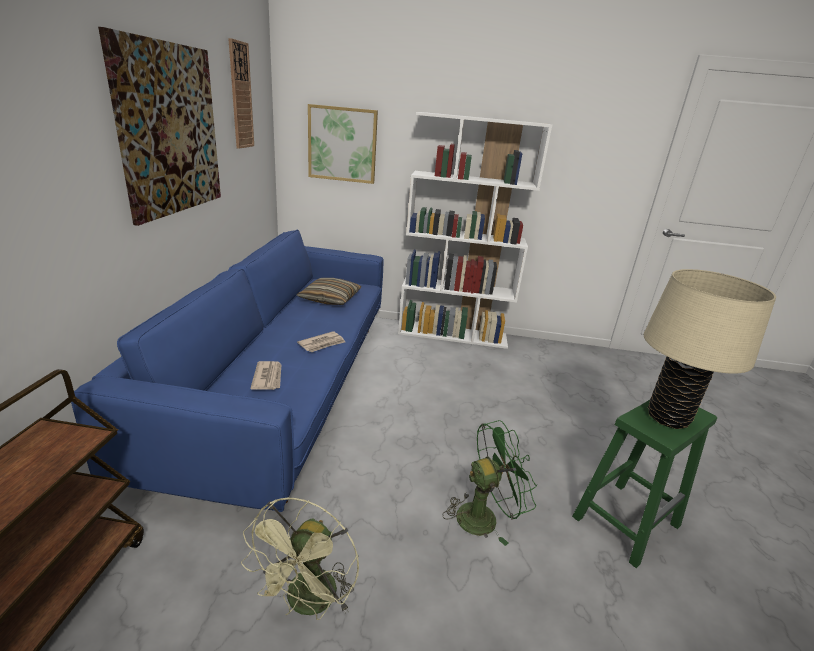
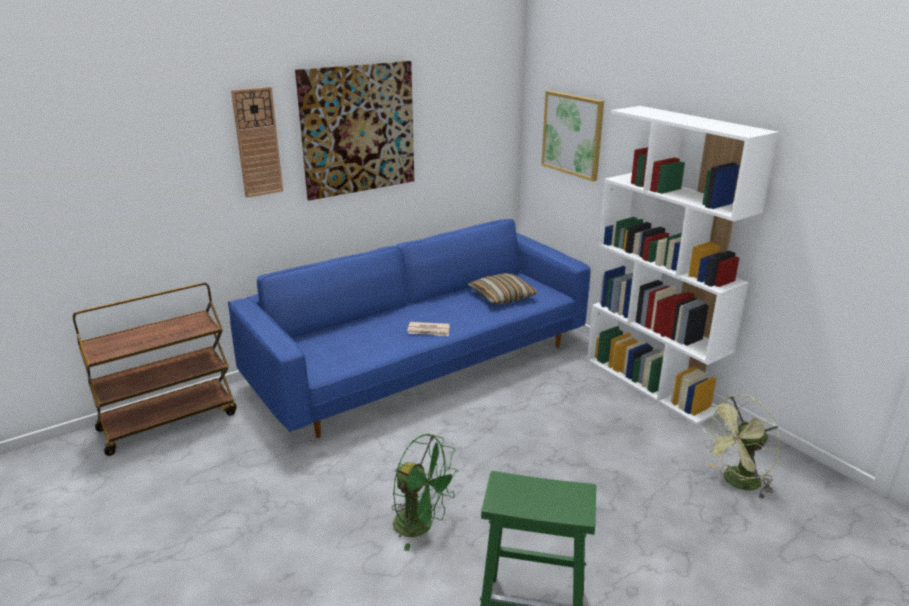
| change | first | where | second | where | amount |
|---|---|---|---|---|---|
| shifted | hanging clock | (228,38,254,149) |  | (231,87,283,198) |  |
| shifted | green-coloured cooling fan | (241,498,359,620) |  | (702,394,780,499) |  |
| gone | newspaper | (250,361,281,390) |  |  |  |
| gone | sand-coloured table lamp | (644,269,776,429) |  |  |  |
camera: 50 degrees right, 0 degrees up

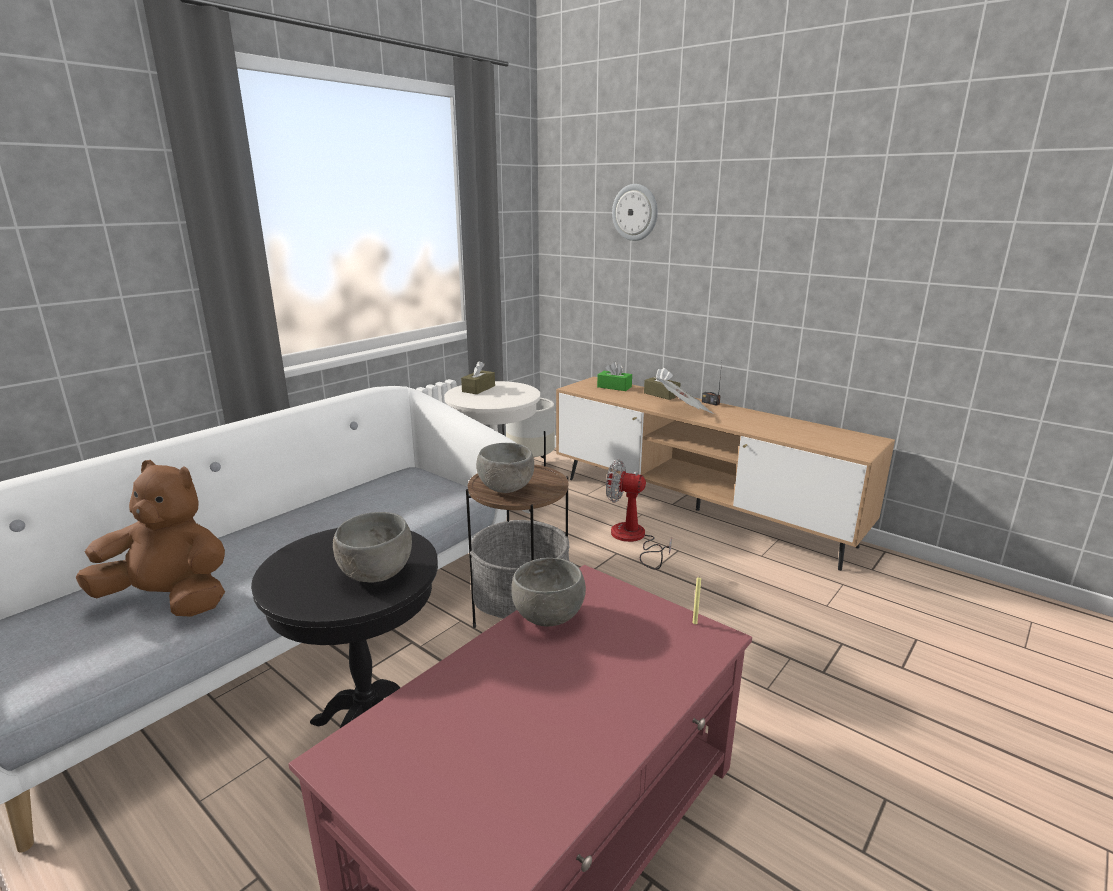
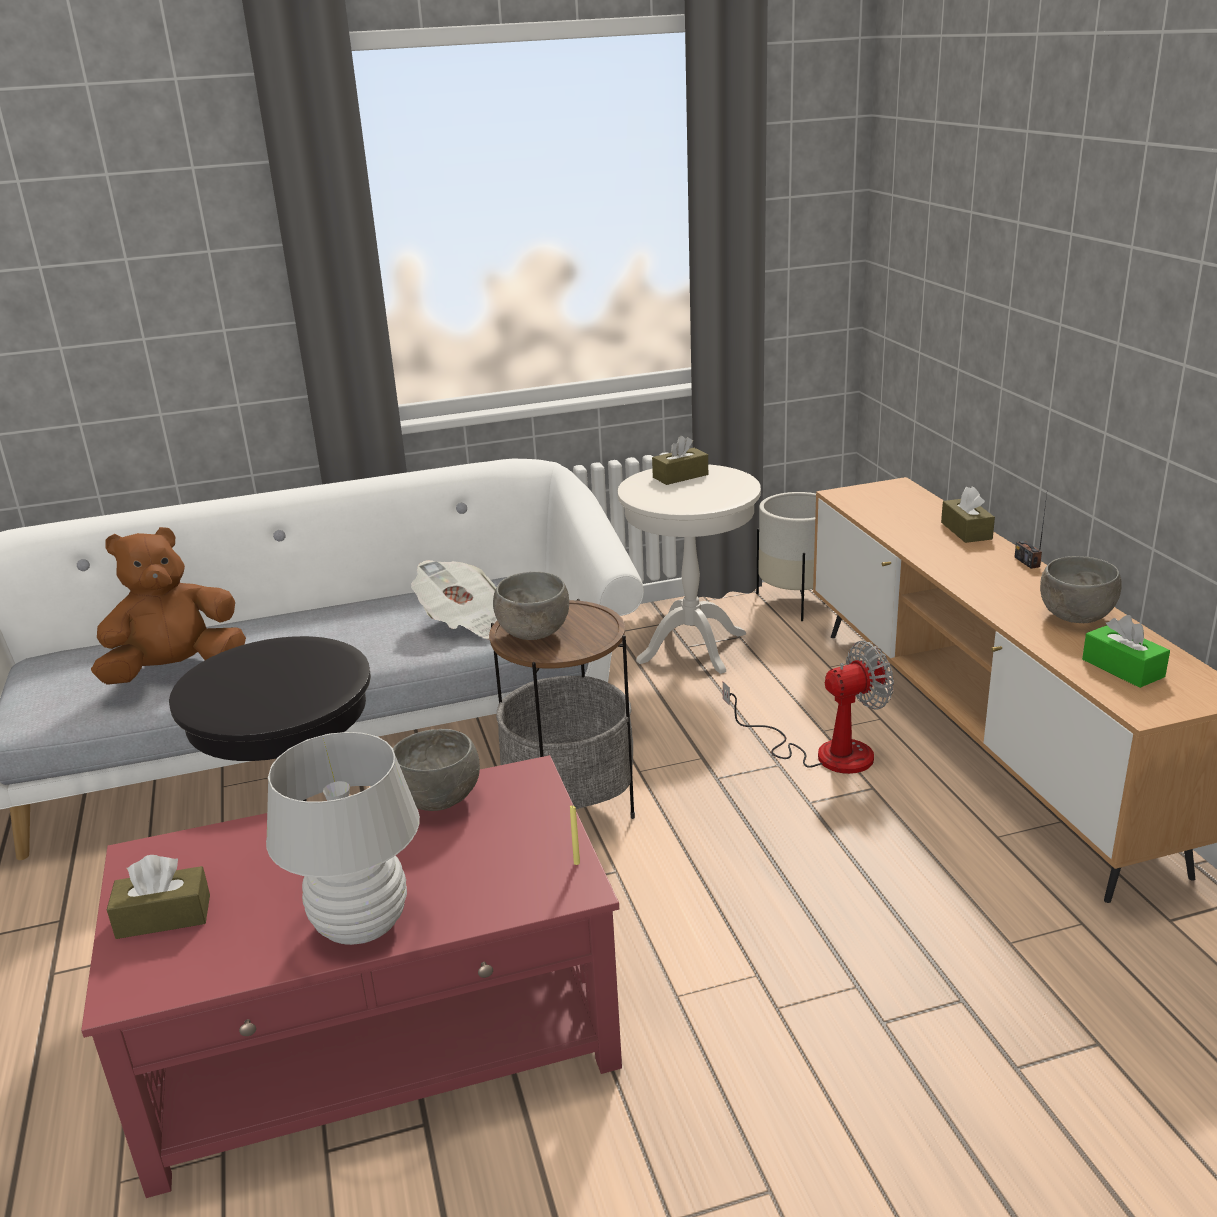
| change | first | where | second | where | amount |
|---|---|---|---|---|---|
| rotated | brownish cuddly toy | (76,460,225,617) |  | (91,527,246,685) | 75 degrees counterclockwise |
| new |  |  | brownish tissue box | (107,855,210,939) |  |
| new |  |  | white-coloured table lamp | (266,732,420,945) |  |
| shifted | newspaper | (654,377,715,414) |  | (411,560,497,639) |  |
| rotated | cooling fan | (606,460,672,570) |  | (723,641,894,774) | 105 degrees clockwise |
| shifted | greyish bowl | (333,512,412,583) |  | (1040,556,1121,623) |  |
| shifted | green-coloured tissue box | (597,362,632,391) |  | (1082,615,1170,688) |  |
| gone | hanging clock | (612,184,658,241) |  |  |  |
camera: 35 degrees right, 5 degrees up

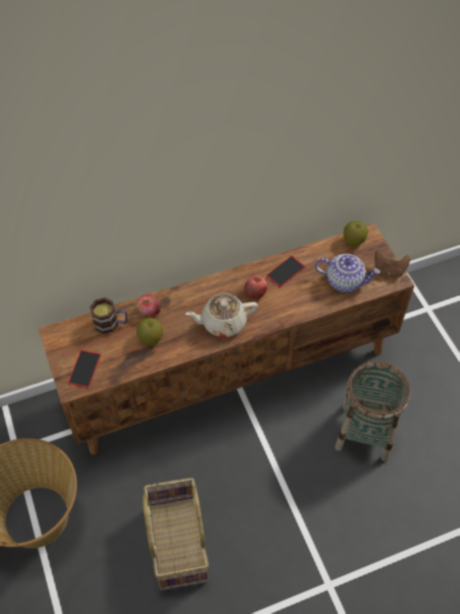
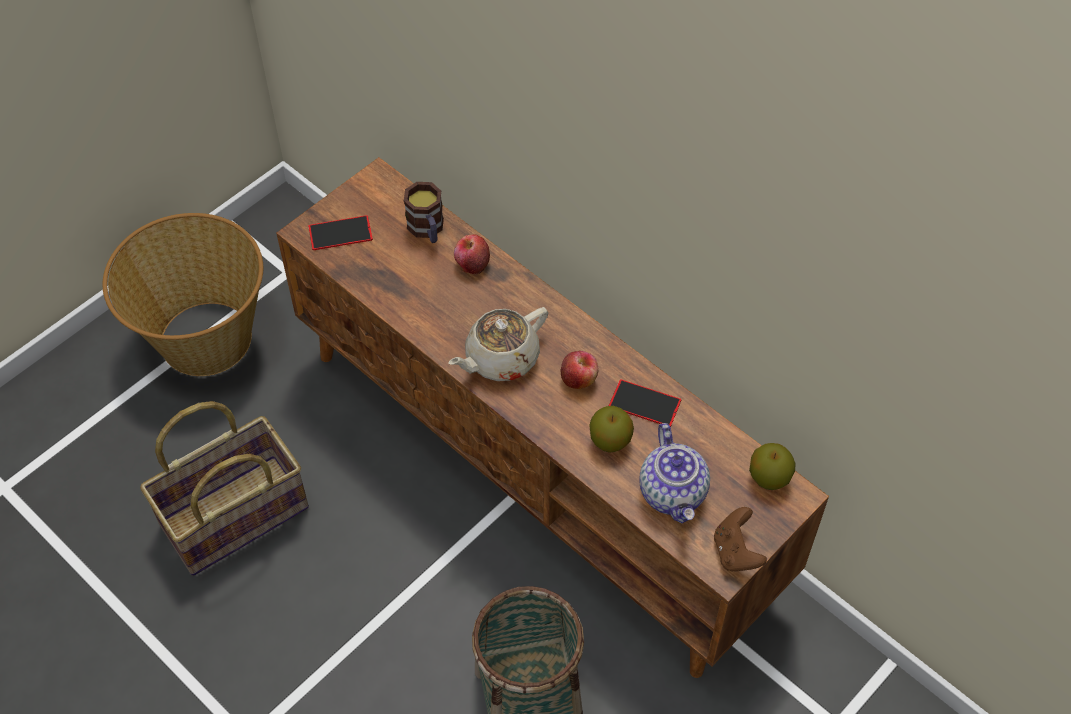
| change | first | where | second | where | amount |
|---|---|---|---|---|---|
| rotated | sand-coloured tea pot | (185,293,258,337) |  | (449,307,548,381) | 90 degrees counterclockwise |
| shifted | apple fruit | (136,318,163,345) |  | (589,406,634,453) |  |
camera: 65 degrees right, 0 degrees up

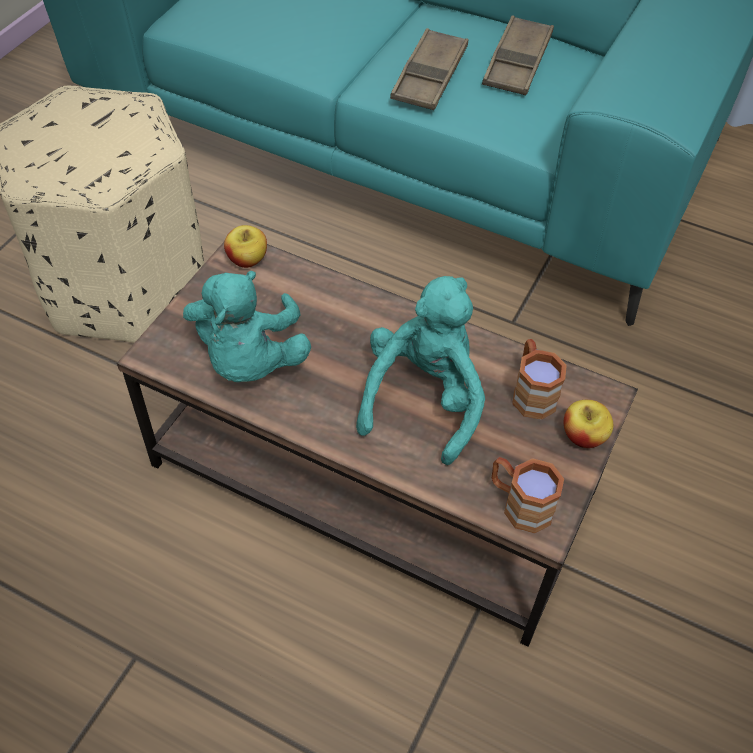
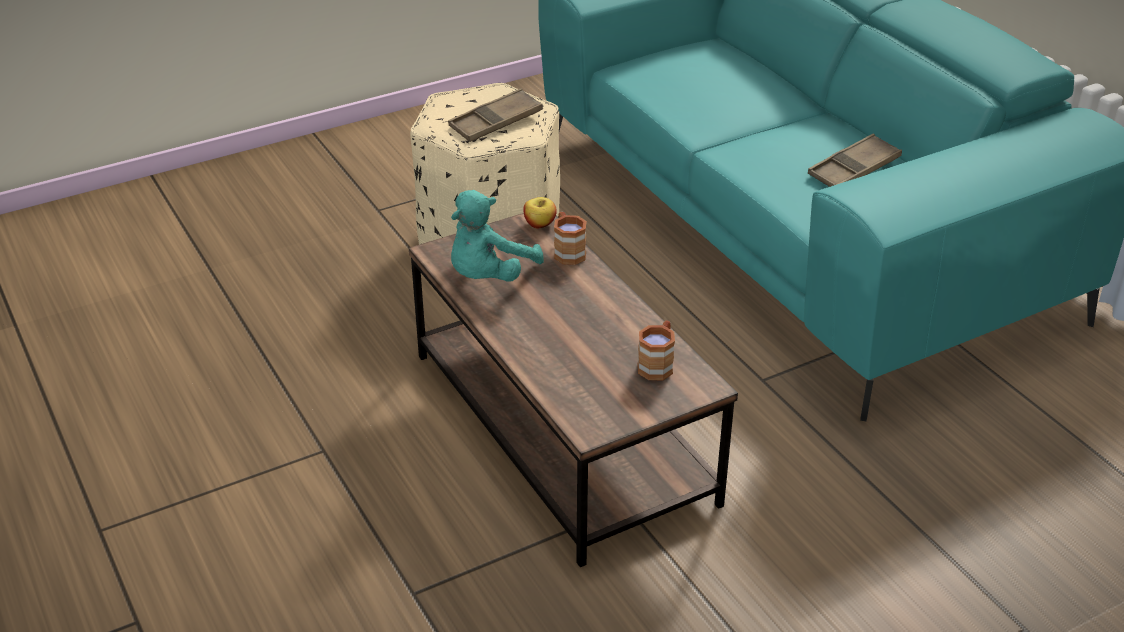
| change | first | where | second | where | amount |
|---|---|---|---|---|---|
| shifted | brownish carrying tray | (390,28,469,110) |  | (448,88,543,142) |  |
| shifted | brownish mug | (492,457,564,533) |  | (554,212,587,265) |  |
| gone | turquoise cuddly toy | (356,276,485,465) |  |  |  |
| gone | apple fruit | (564,400,613,448) |  |  |  |
camera: 35 degrees right, 15 degrees down

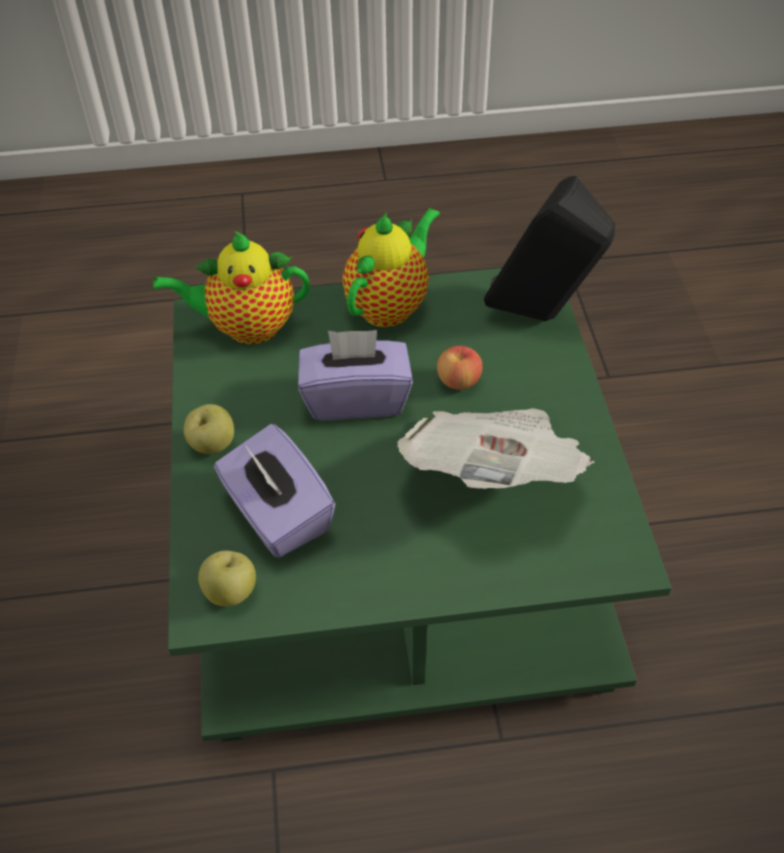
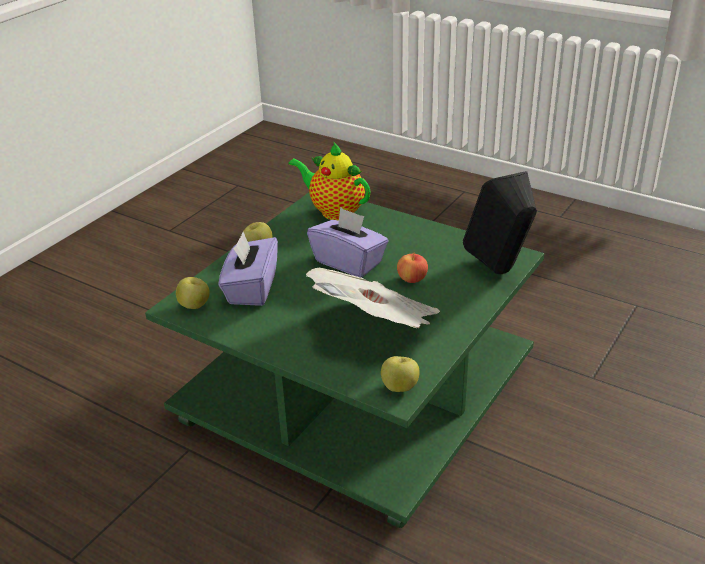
| change | first | where | second | where | amount |
|---|---|---|---|---|---|
| new |  |  | apple fruit | (381,356,420,392) |  |
| gone | tea pot | (342,208,440,327) |  |  |  |
camera: 40 degrees right, 15 degrees down

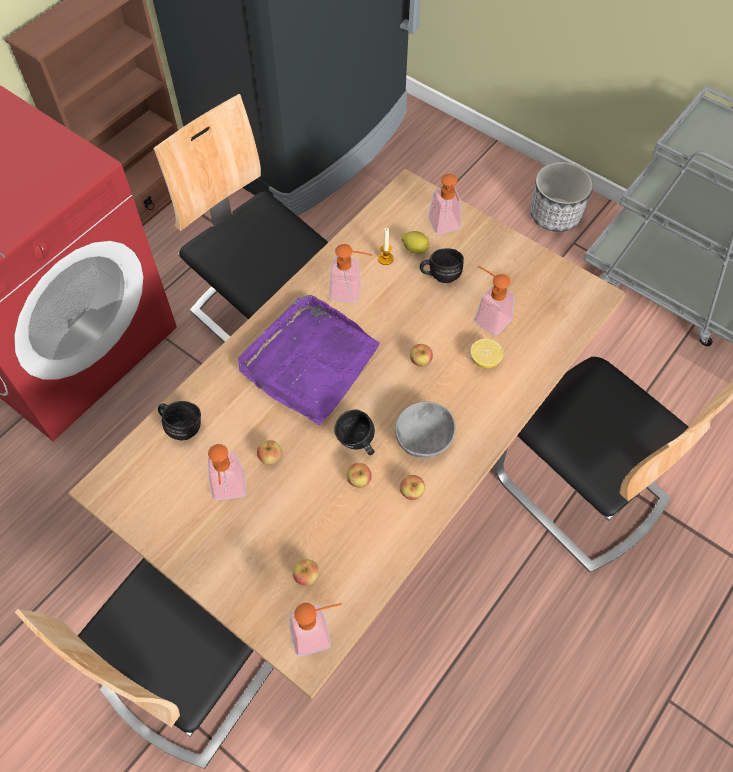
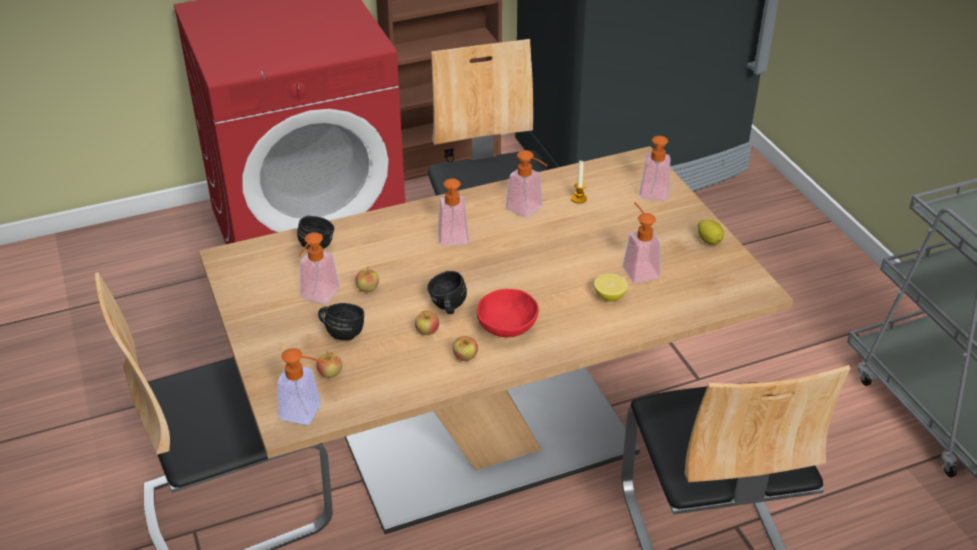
| change | first | where | second | where | amount |
|---|---|---|---|---|---|
| shifted | black-coloured mug | (420,248,464,283) |  | (318,303,364,340) |  |
| swapped | purple-coloured carrying tray | (238,295,380,425) | soap dispenser | (438,178,469,245) |  |
| repainted | greyish bowl | (395,401,456,458) | red bowl | (477,289,539,337) |  |
| shifted | citrus fruit | (401,231,430,254) |  | (698,220,724,245) |  |
| gone | apple fruit | (410,344,433,367) |  |  |  |
| gone | plant pot | (530,162,593,232) |  |  |  |
camera: 30 degrees right, 20 degrees down

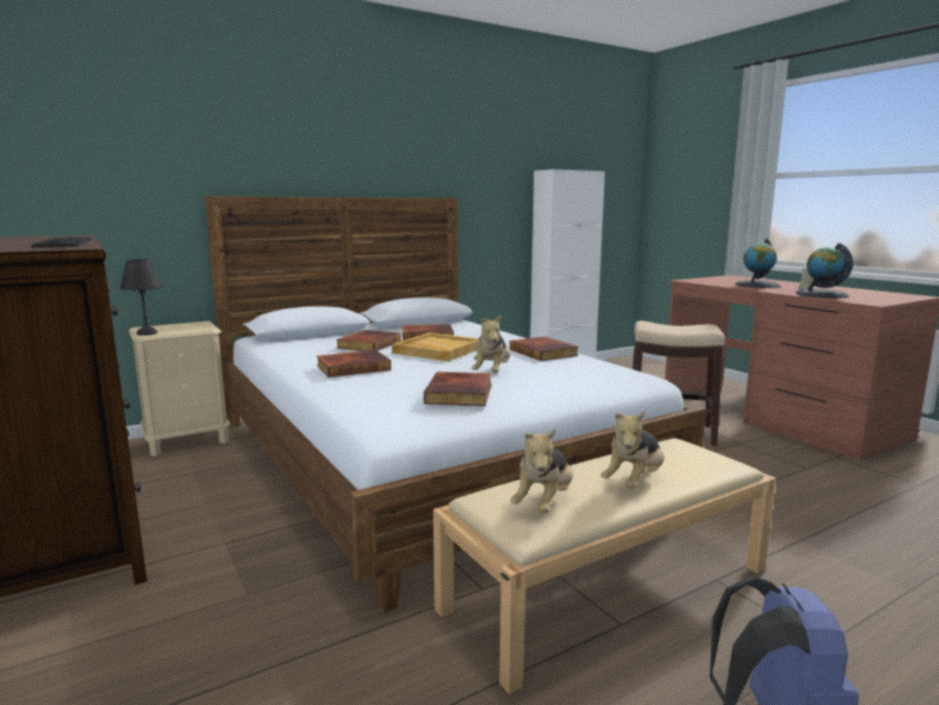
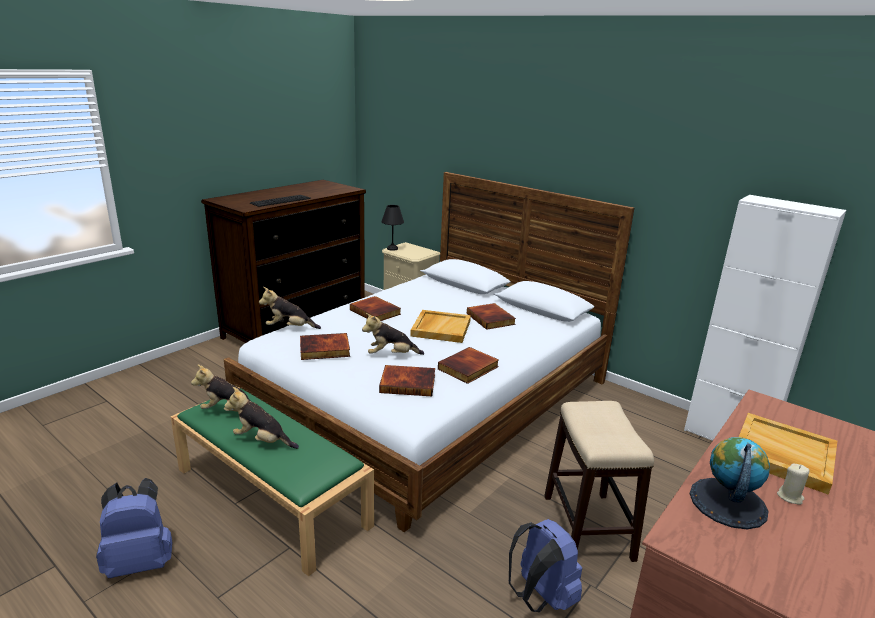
| change | first | where | second | where | amount |
|---|---|---|---|---|---|
| repainted | sand-coloured long seat | (433,438,776,694) | green-coloured long seat | (171,387,374,576) |  |
| new |  |  | cuddly toy | (259,287,321,329) |  |
| shifted | bound book | (336,330,401,351) |  | (379,365,435,396) |  |
| new |  |  | blue rucksack | (509,519,582,612) |  |
| swapped | desk globe | (735,238,780,288) | sand-coloured carrying tray | (739,413,837,495) |  |
camera: 70 degrees right, 10 degrees up

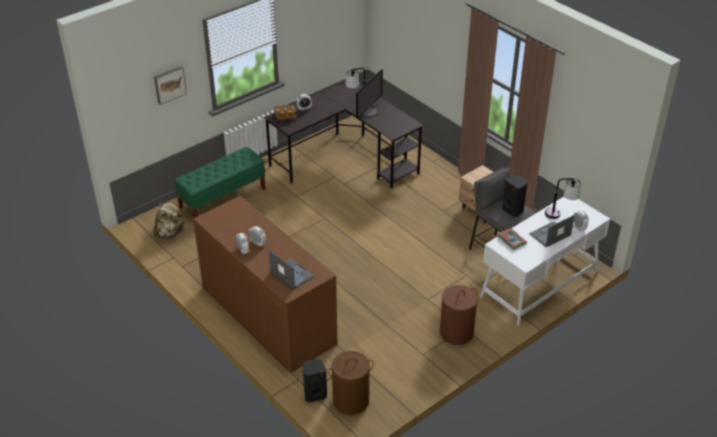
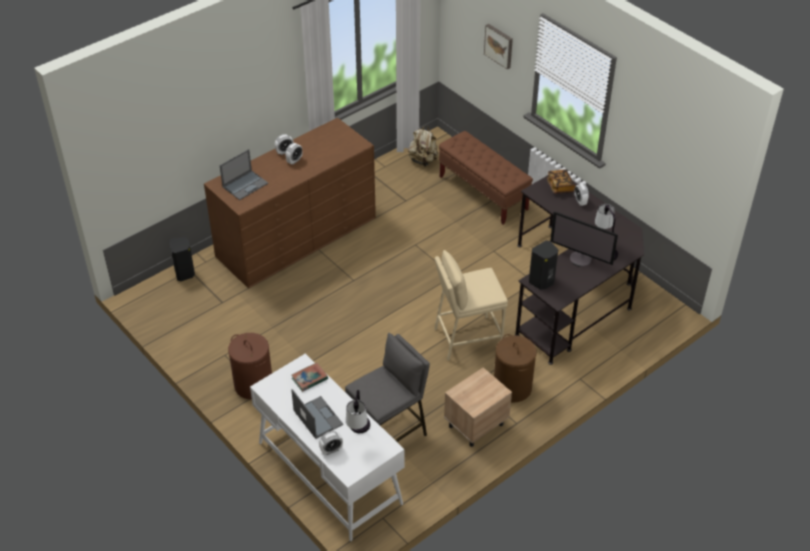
| change | first | where | second | where | amount |
|---|---|---|---|---|---|
| new |  |  | sand-coloured stool | (434,250,508,361) |  |
| repainted | green-coloured long seat | (174,147,266,218) | brownish long seat | (439,131,533,225) |  |
| shifted | brownish hamper | (328,351,374,415) |  | (494,334,536,403) |  |
| shifted | black-coloured speaker | (502,175,527,217) |  | (529,241,558,289) |  |
camera: 90 degrees right, 5 degrees up

